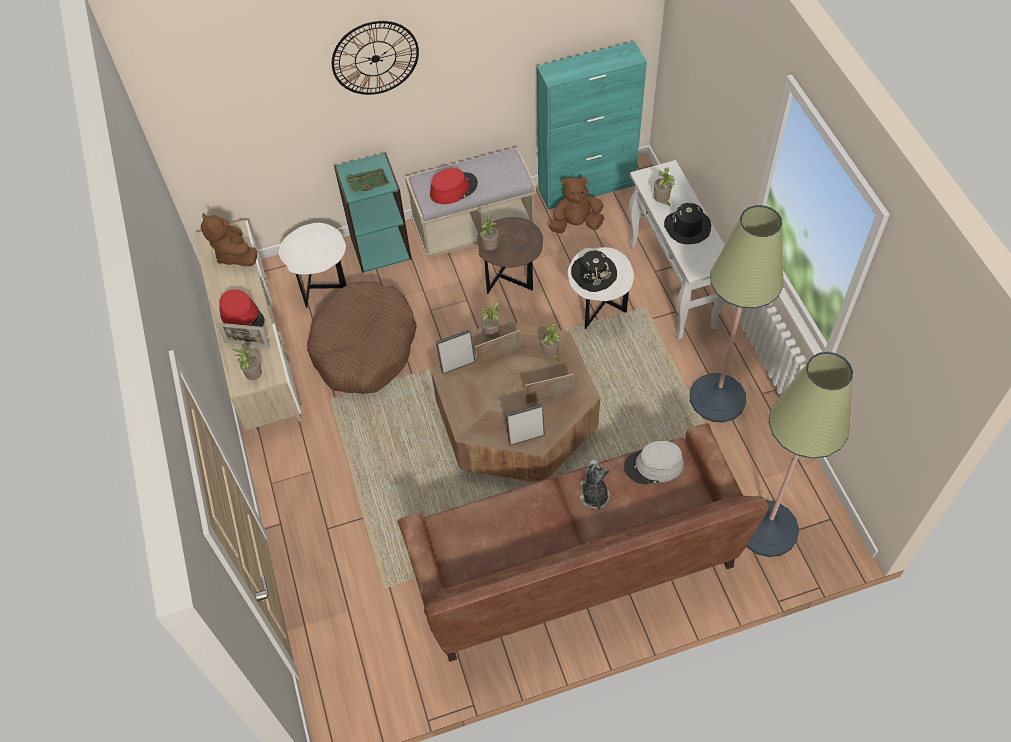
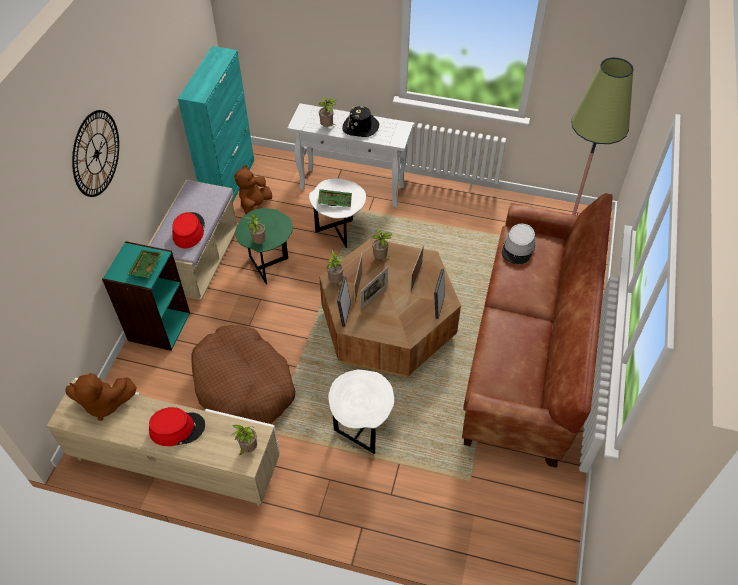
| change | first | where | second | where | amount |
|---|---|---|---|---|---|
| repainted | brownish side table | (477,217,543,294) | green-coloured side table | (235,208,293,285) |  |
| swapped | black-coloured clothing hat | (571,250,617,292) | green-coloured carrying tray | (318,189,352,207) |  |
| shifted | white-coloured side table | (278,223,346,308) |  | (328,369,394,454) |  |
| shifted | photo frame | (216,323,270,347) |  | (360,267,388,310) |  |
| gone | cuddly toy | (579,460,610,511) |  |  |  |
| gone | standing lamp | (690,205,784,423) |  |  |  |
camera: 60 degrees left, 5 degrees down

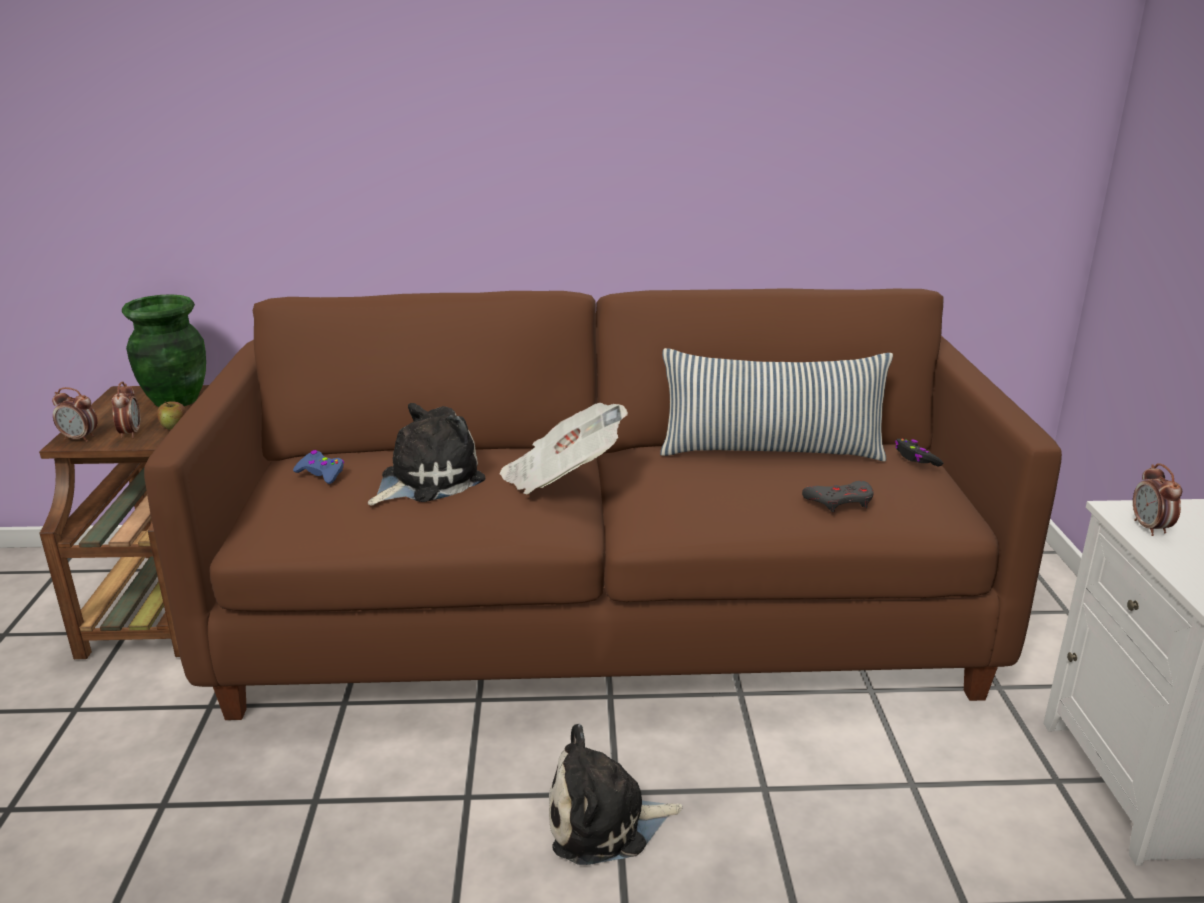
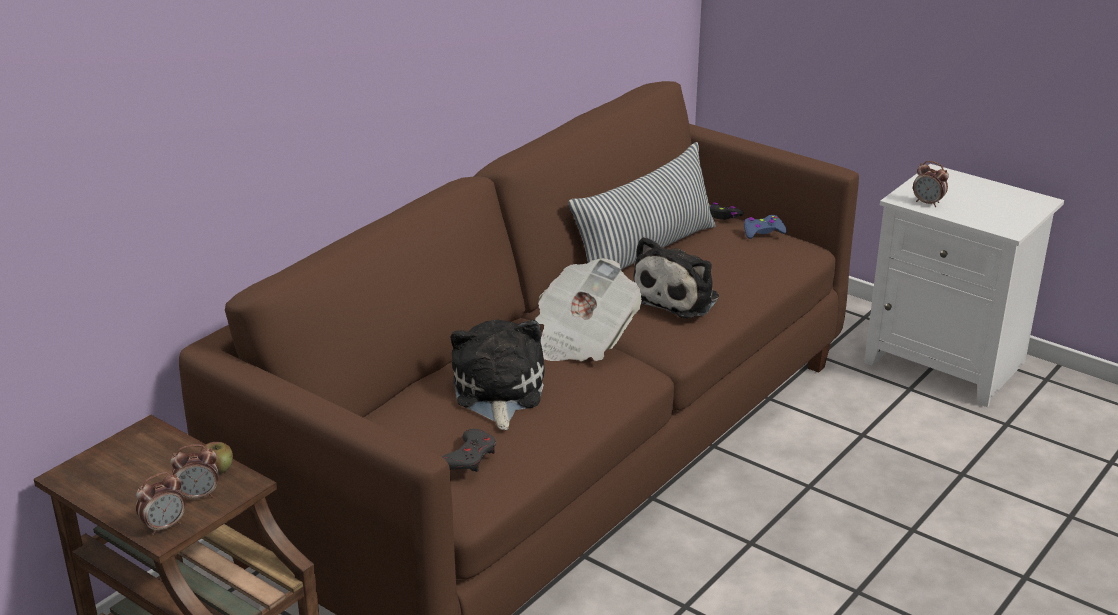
| change | first | where | second | where | amount |
|---|---|---|---|---|---|
| rotated | table clock | (112,381,140,438) |  | (171,444,218,500) | 135 degrees clockwise |
| shifted | greyish joypad | (802,481,874,512) |  | (442,429,496,472) |  |
| shifted | cuddly toy | (549,724,683,865) |  | (633,237,719,318) |  |
| shifted | blue joypad | (293,450,344,484) |  | (744,215,787,239) |  |
| gone | green-coloured vase | (122,294,206,407) |  |  |  |
camera: 50 degrees left, 5 degrees up

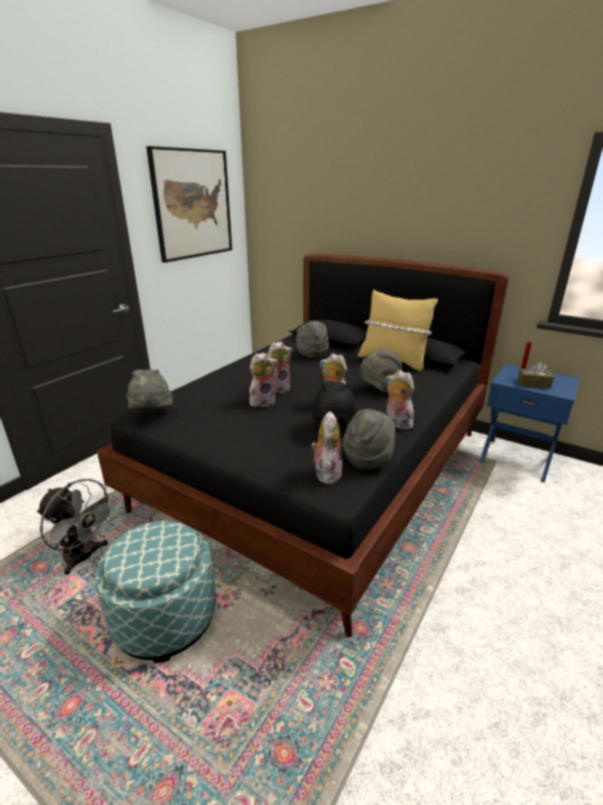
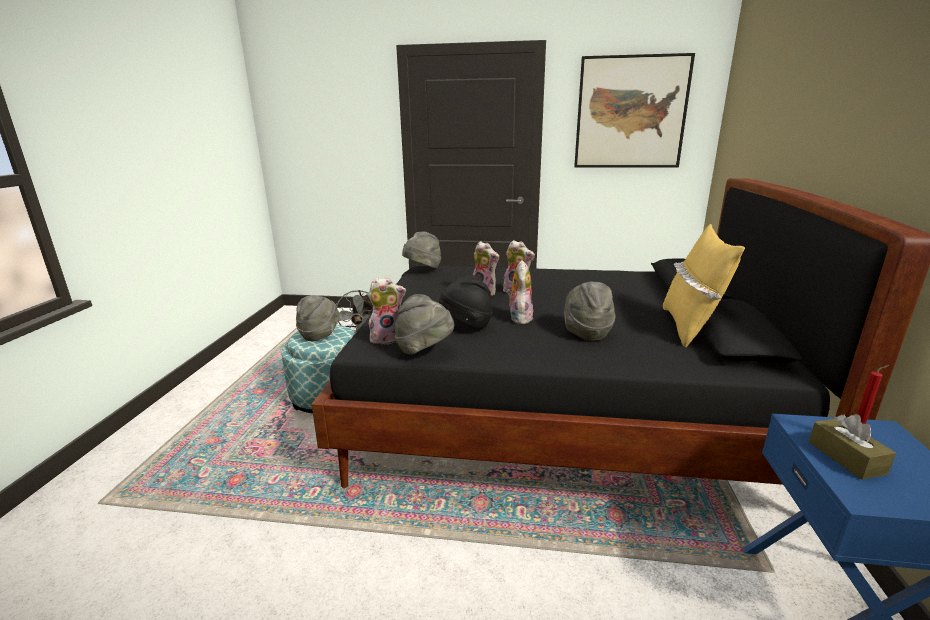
| change | first | where | second | where | amount |
|---|---|---|---|---|---|
| shifted | greyish clothing hat | (296,321,329,359) |  | (296,295,339,341) |  |
| gone | cuddly toy | (385,370,414,429) |  |  |  |
camera: 65 degrees right, 5 degrees down

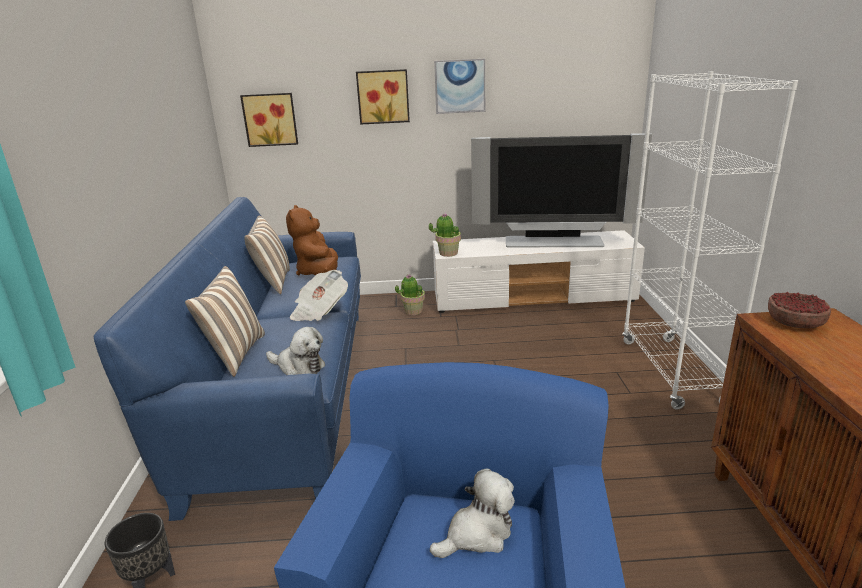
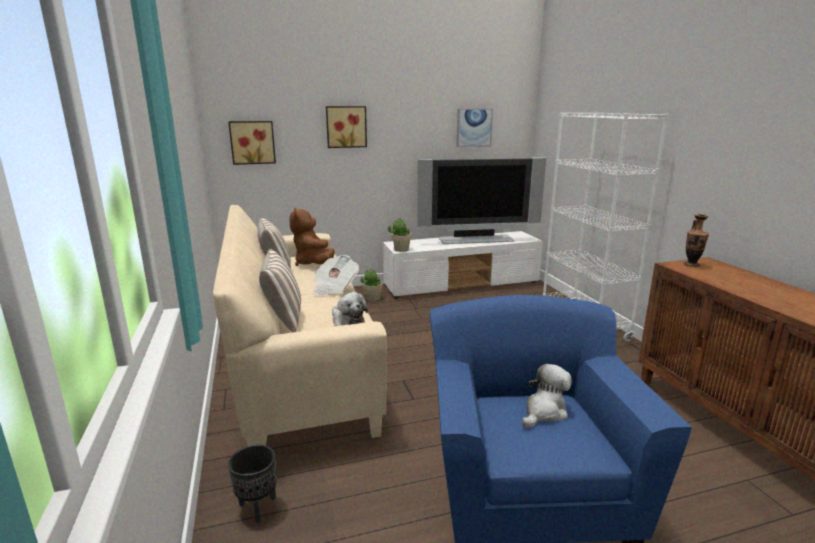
| change | first | where | second | where | amount |
|---|---|---|---|---|---|
| repainted | blue sofa | (94,197,361,521) | sand-coloured sofa | (213,205,387,446) |  |
| rotated | cuddly toy | (266,327,325,375) |  | (332,292,368,326) | 45 degrees clockwise |
| shifted | picture | (434,59,485,114) |  | (457,108,493,147) |  |
| swapped | bowl | (768,292,831,329) | vase | (684,214,709,267) |  |
camera: 15 degrees left, 5 degrees down

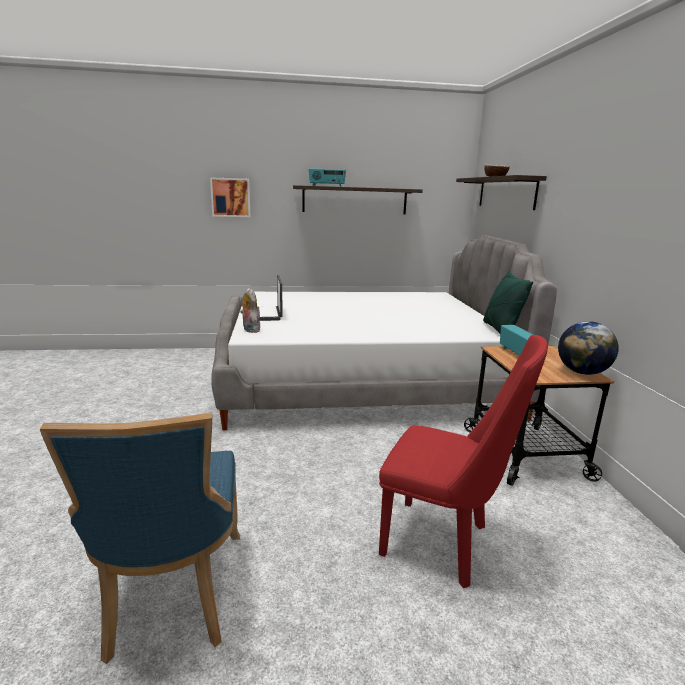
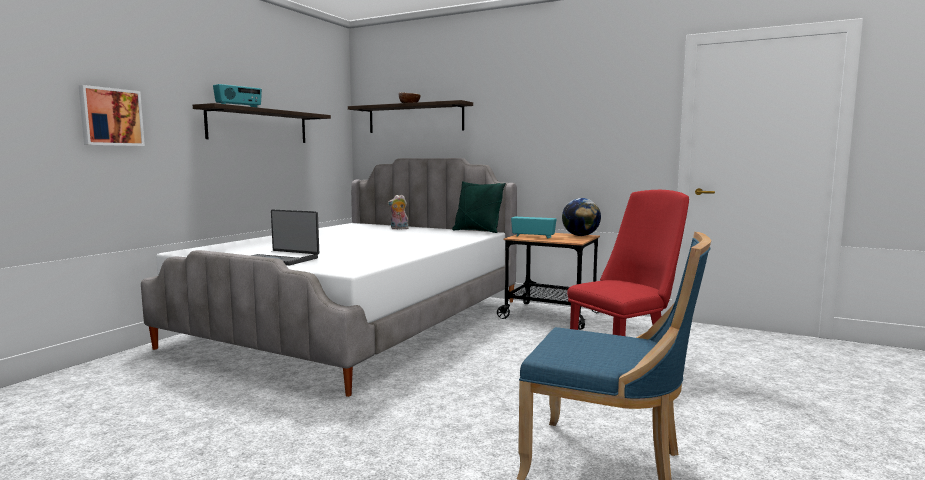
| change | first | where | second | where | amount |
|---|---|---|---|---|---|
| shifted | cuddly toy | (240,288,260,333) |  | (387,195,409,229) |  |
camera: 55 degrees left, 10 degrees down

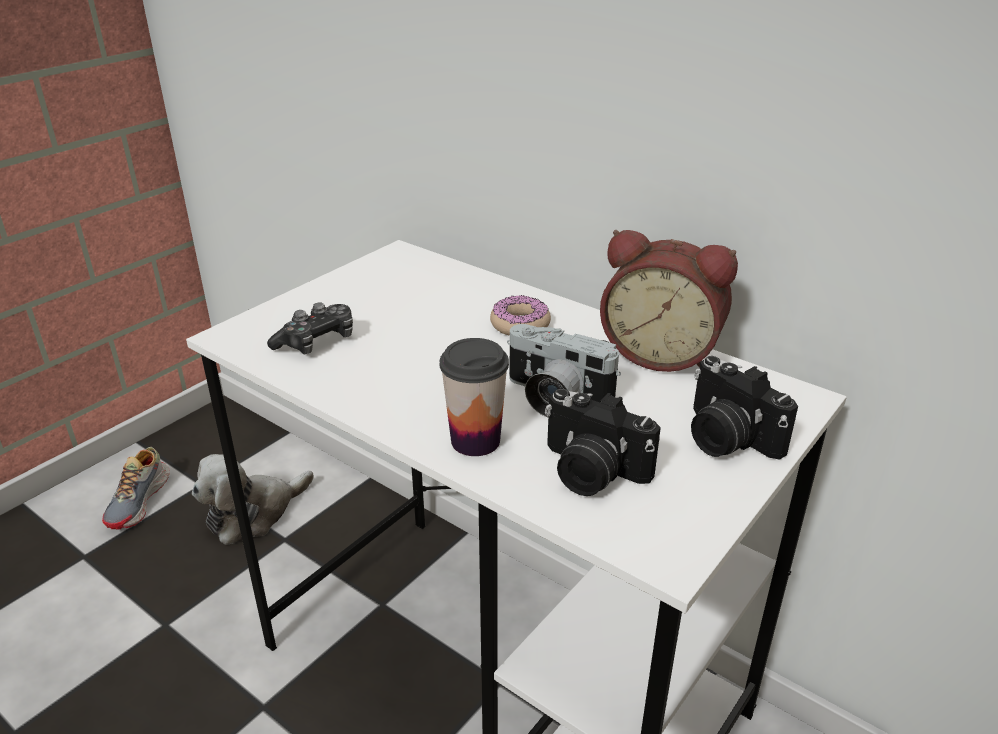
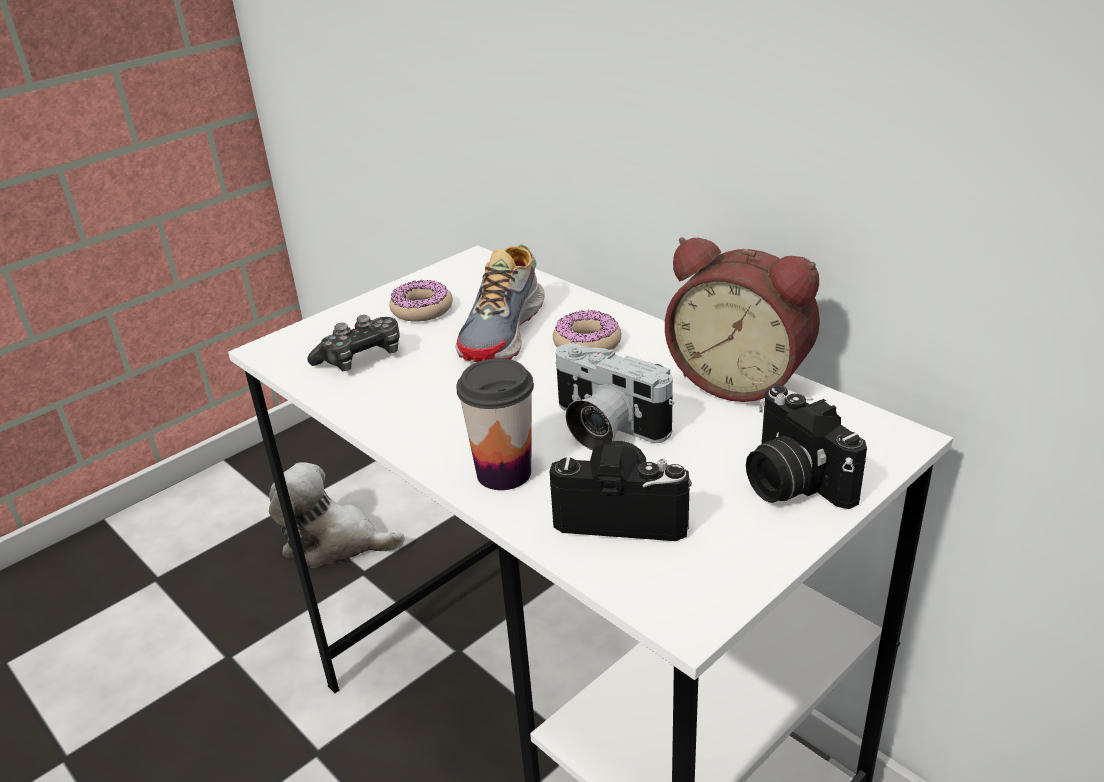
| change | first | where | second | where | amount |
|---|---|---|---|---|---|
| rotated | cuddly toy | (192,454,314,545) |  | (269,462,405,568) | 45 degrees clockwise |
| new |  |  | donut | (389,280,453,322) |  |
| shifted | low shoe | (102,447,170,529) |  | (455,244,545,362) |  |
| rotated | still camera | (545,389,661,496) |  | (550,441,692,541) | 150 degrees clockwise |
camera: 10 degrees right, 0 degrees up

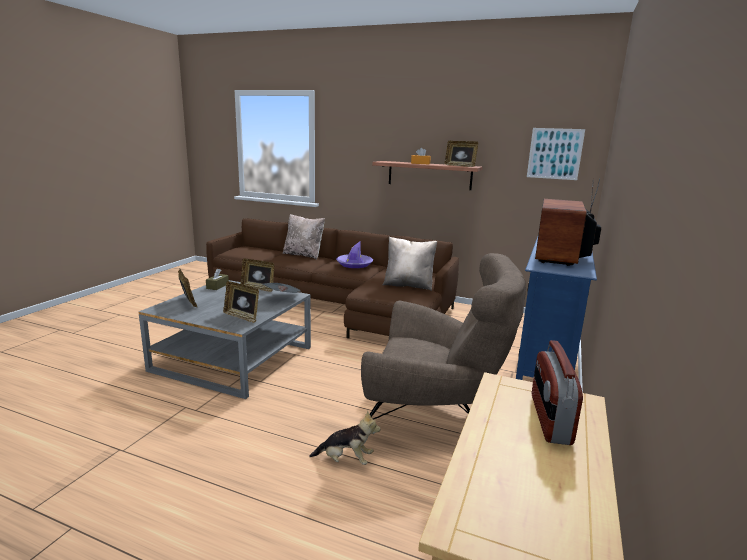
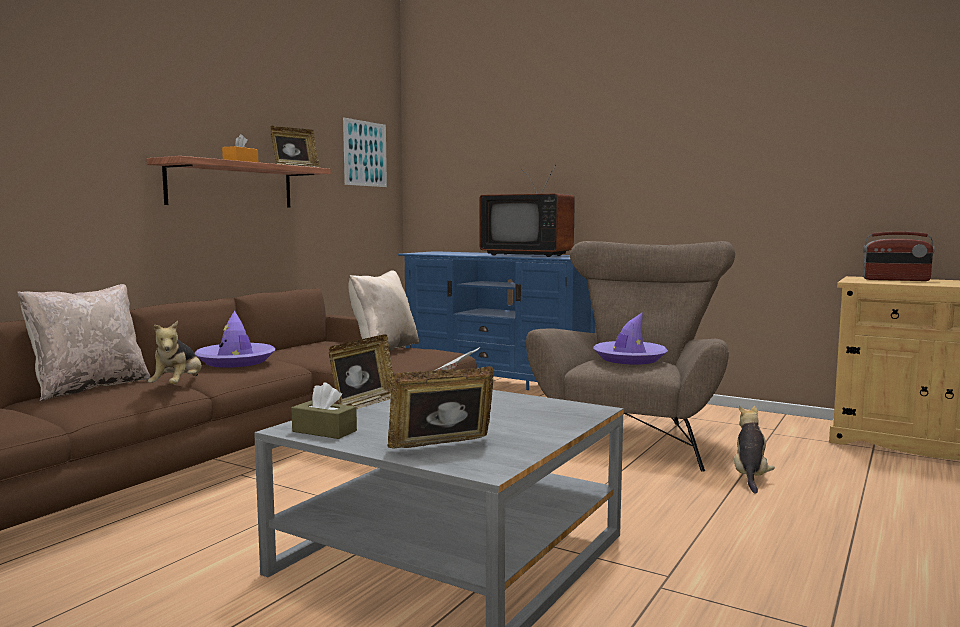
| change | first | where | second | where | amount |
|---|---|---|---|---|---|
| new |  |  | cuddly toy | (148,321,201,384) |  |
| new |  |  | purple-coloured clothing hat | (593,312,668,364) |  |
| gone | photo frame | (223,281,259,323) |  |  |  |
camera: 80 degrees left, 10 degrees down

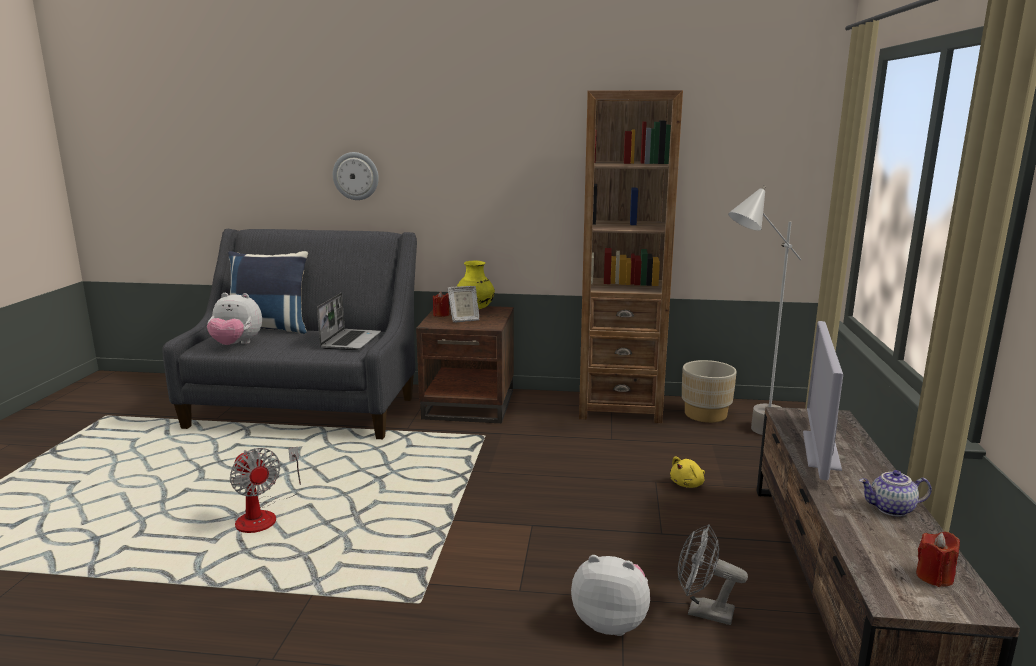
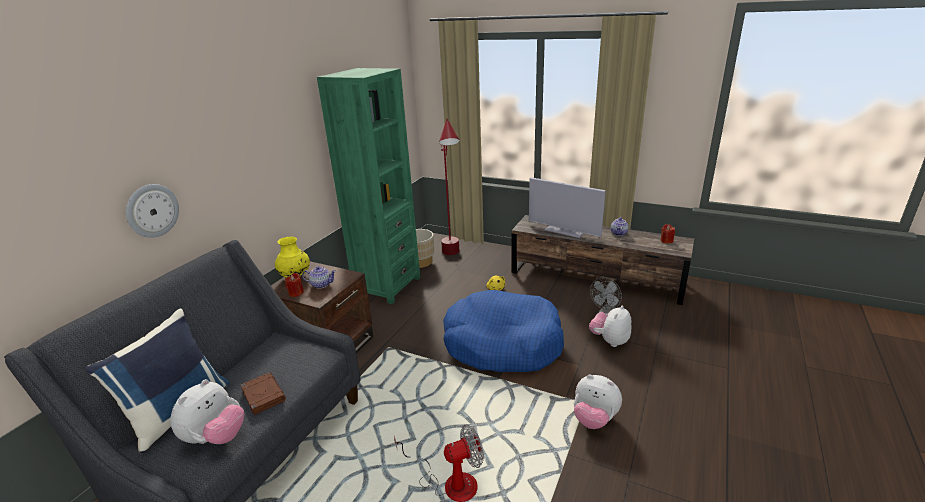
| change | first | where | second | where | amount |
|---|---|---|---|---|---|
| new |  |  | brownish bound book | (241,372,286,415) |  |
| swapped | photo frame | (448,286,479,322) | tea pot | (302,266,336,288) |  |
| repainted | brownish bookcase | (579,90,683,423) | green-coloured bookcase | (317,68,420,304) |  |
| repainted | greyish standing lamp | (728,185,801,435) | red standing lamp | (439,119,460,255) |  |
| new |  |  | blue dog bed | (443,290,564,372) |  |
| new |  |  | cuddly toy | (574,375,622,429) |  |
| gone | laptop | (317,293,381,350) |  |  |  |
camera: 70 degrees left, 10 degrees up

